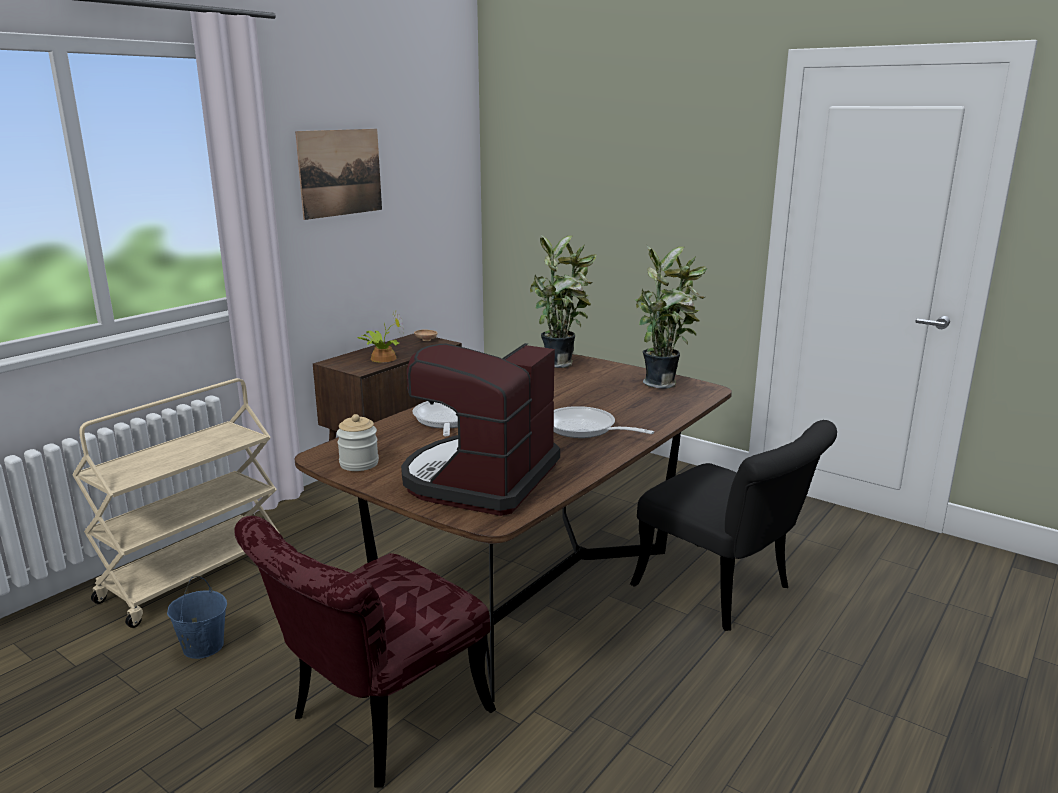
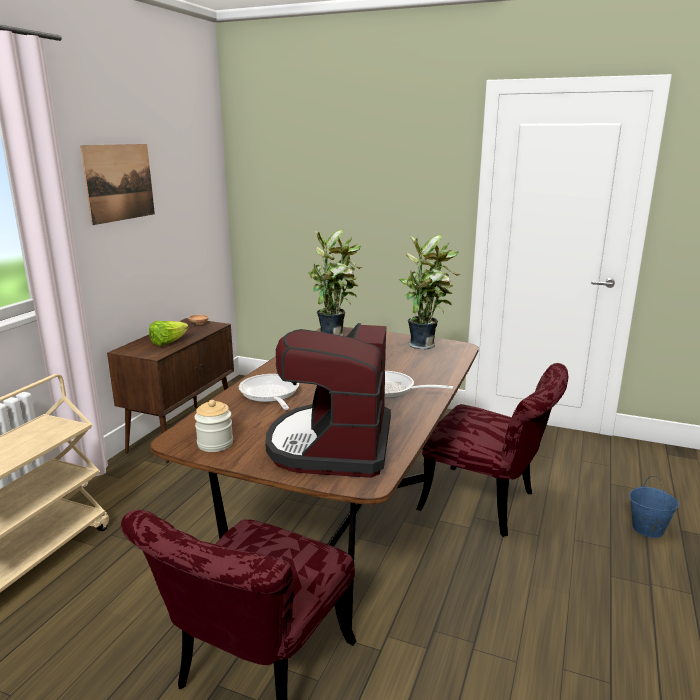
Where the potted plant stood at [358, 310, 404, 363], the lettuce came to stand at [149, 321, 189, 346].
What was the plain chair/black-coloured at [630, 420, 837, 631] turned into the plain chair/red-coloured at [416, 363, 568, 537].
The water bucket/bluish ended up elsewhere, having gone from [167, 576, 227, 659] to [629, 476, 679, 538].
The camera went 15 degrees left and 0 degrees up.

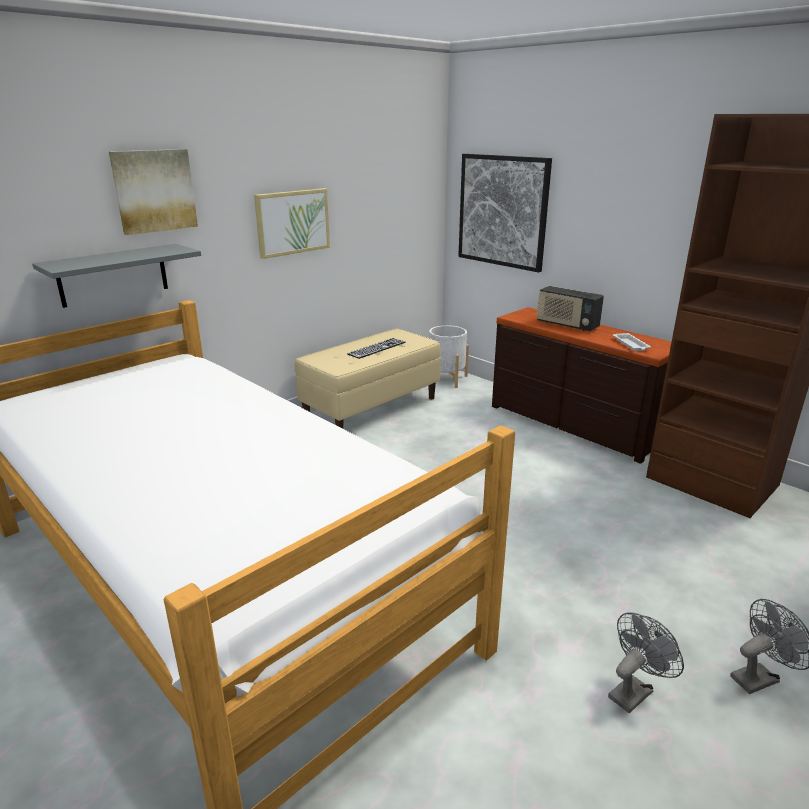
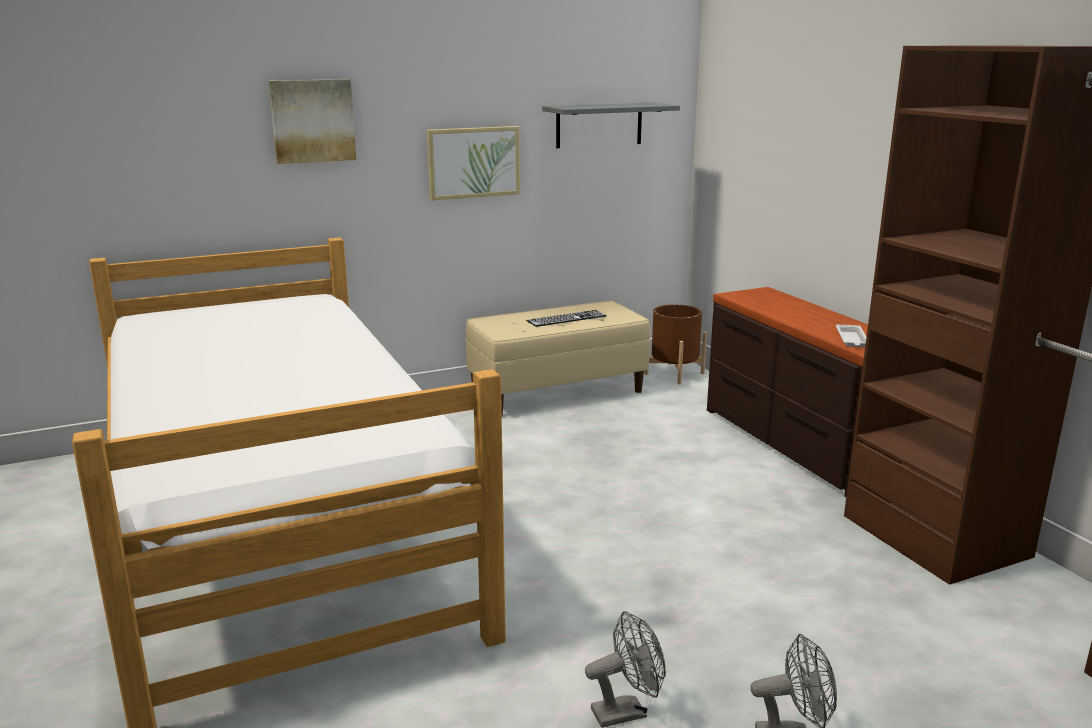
The wall shelf/gray ended up elsewhere, having gone from [32, 244, 201, 308] to [542, 103, 680, 148].
What was the planter/white-coloured at [429, 325, 469, 388] turned into the planter/brownish at [644, 304, 707, 385].
The second view lost the wall art at [458, 154, 552, 273].
The second view lost the radio at [537, 286, 604, 331].
The camera went 20 degrees right and 5 degrees down.

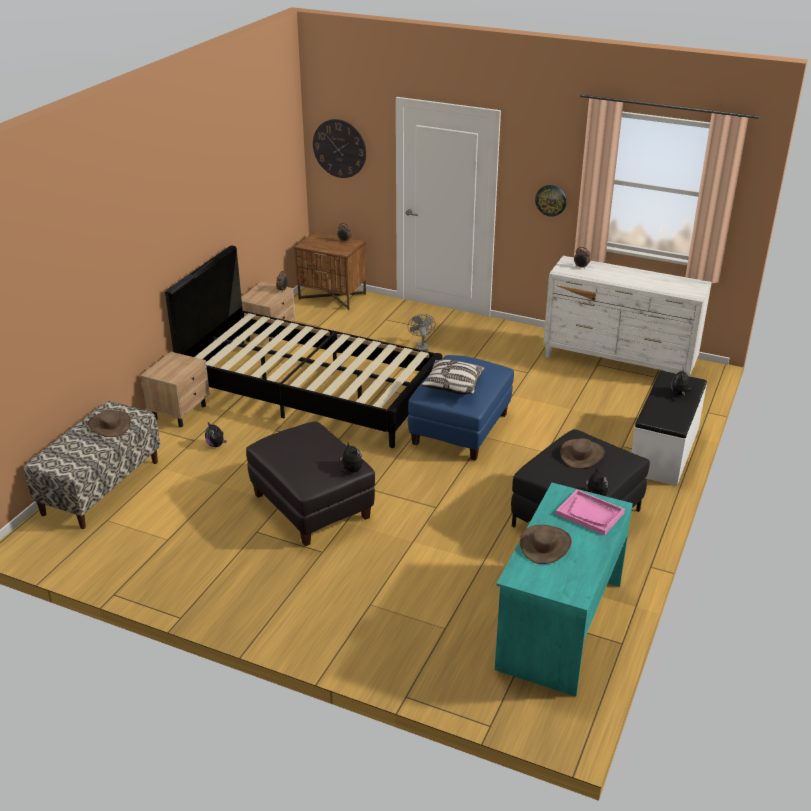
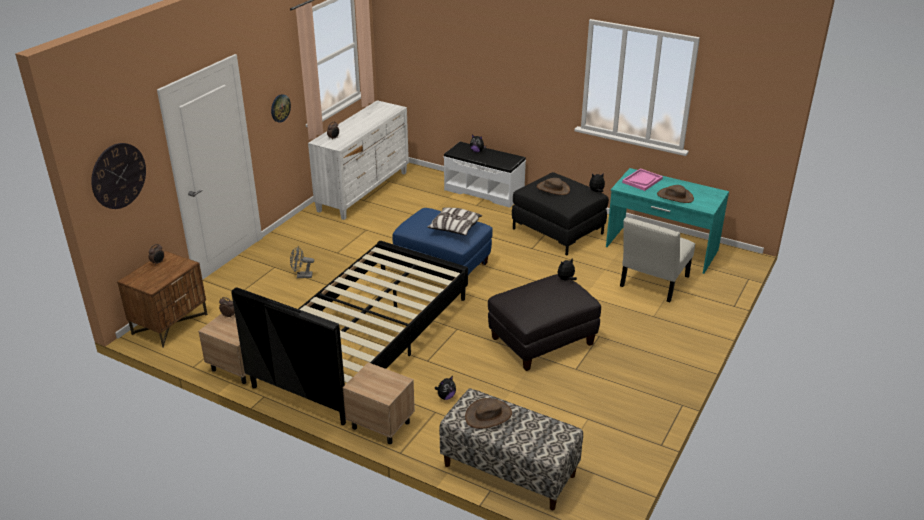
The second view gained the plain chair/white-coloured at [620, 217, 695, 302].
The camera went 85 degrees left and 0 degrees up.

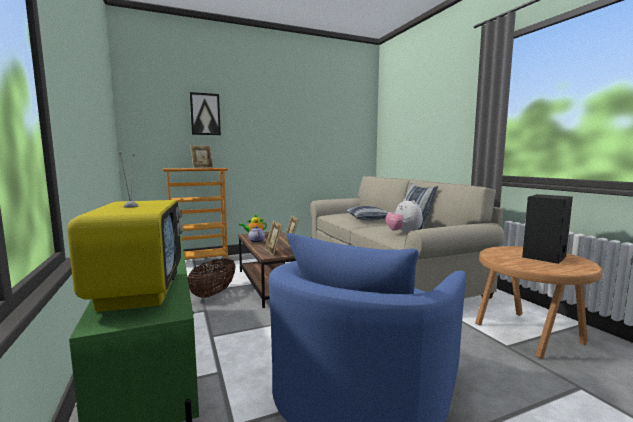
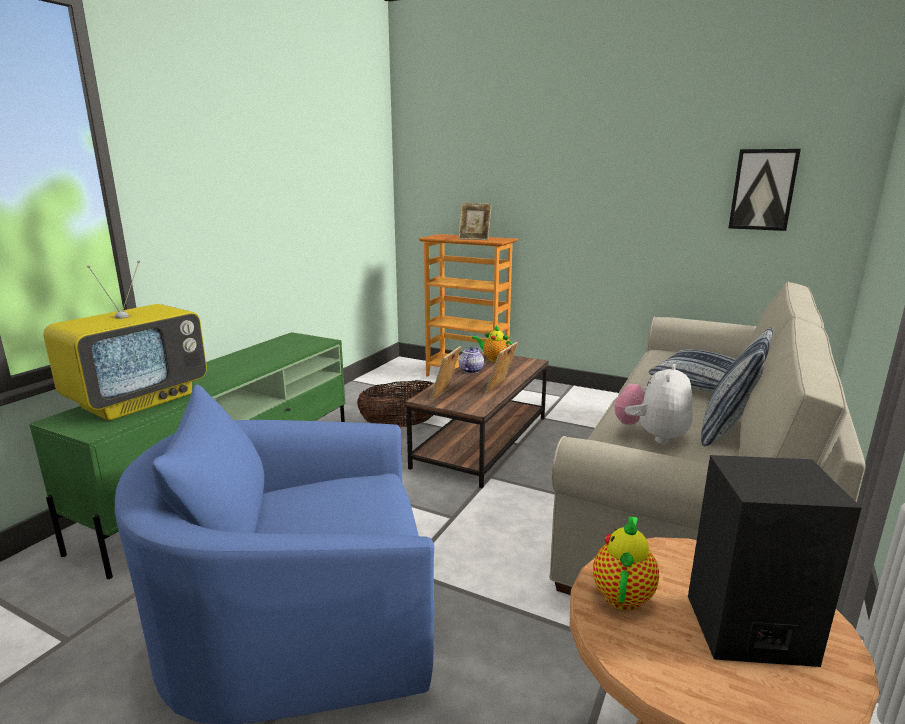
The second view gained the tea pot at [593, 516, 660, 611].
The wall art ended up elsewhere, having gone from [190, 92, 221, 135] to [729, 149, 801, 231].
The camera went 50 degrees right and 10 degrees up.

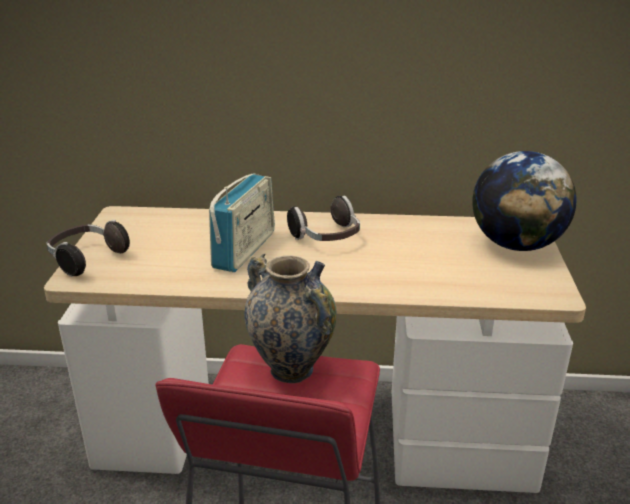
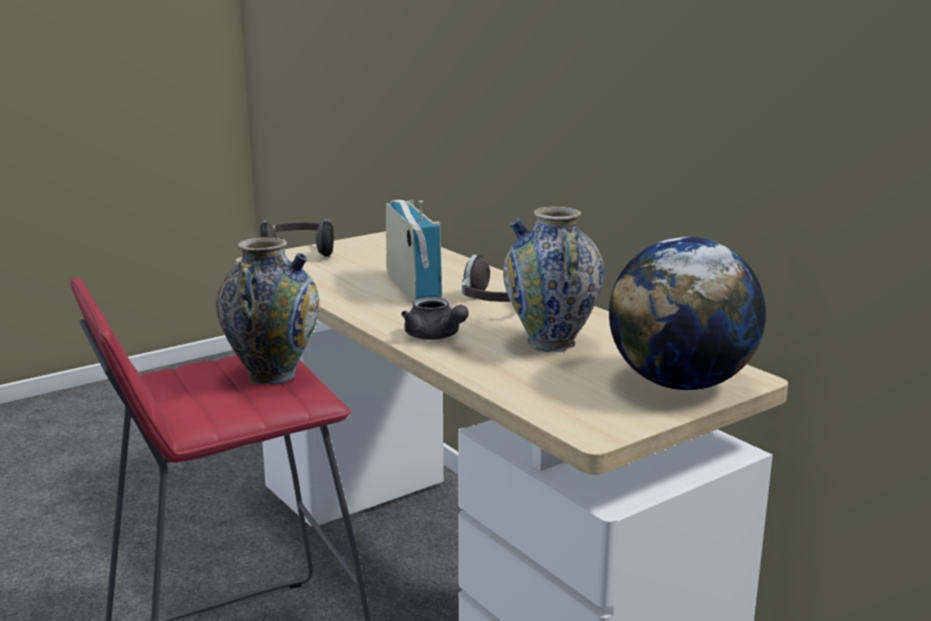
The radio at [209, 174, 275, 272] ended up facing another way, 90 degrees counterclockwise from before.
The second view gained the tea pot/gray at [401, 297, 469, 340].
The second view gained the vase at [503, 206, 604, 352].
The camera went 50 degrees right and 10 degrees down.

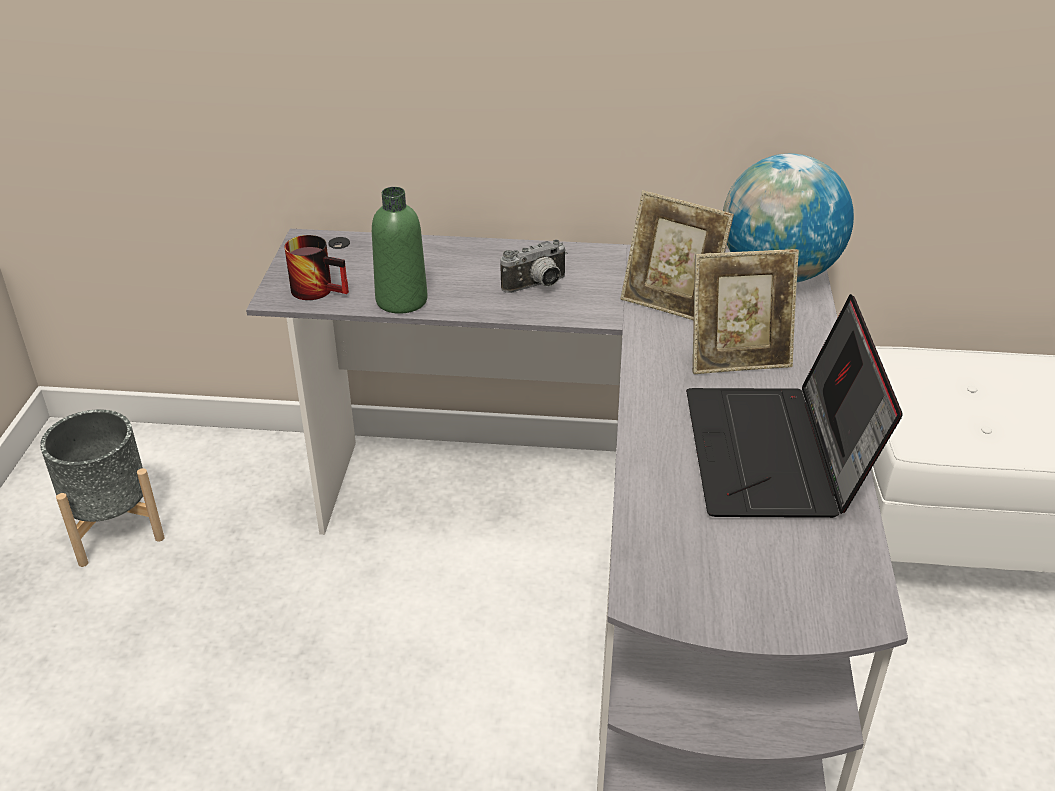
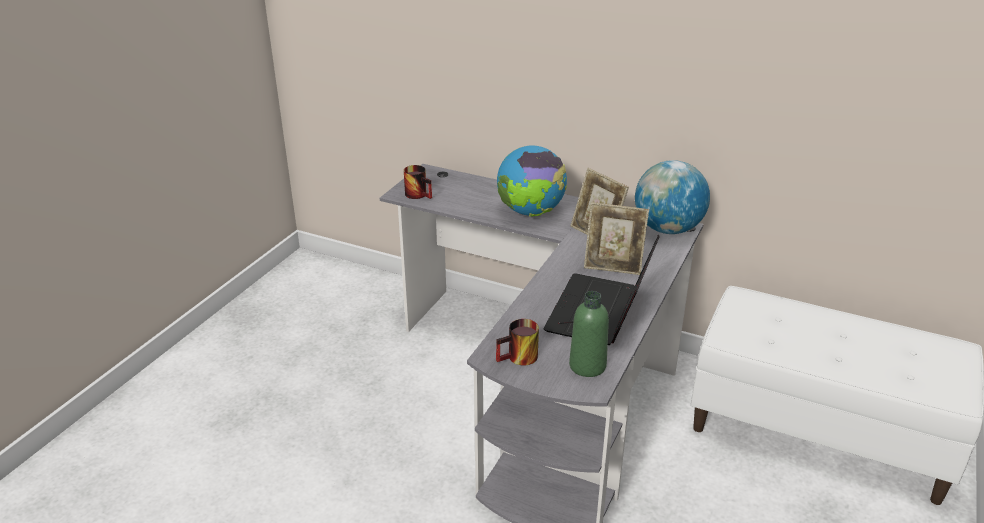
The second view gained the tea mug at [496, 319, 539, 365].
Where the still camera stood at [500, 239, 567, 293], the globe came to stand at [497, 145, 567, 217].
The bottle/green ended up elsewhere, having gone from [372, 187, 428, 314] to [569, 291, 609, 377].
The second view lost the planter/gray at [40, 410, 165, 567].
The camera went 20 degrees right and 5 degrees down.

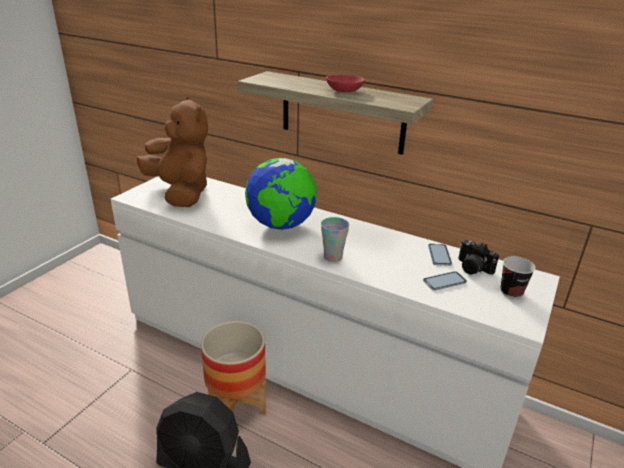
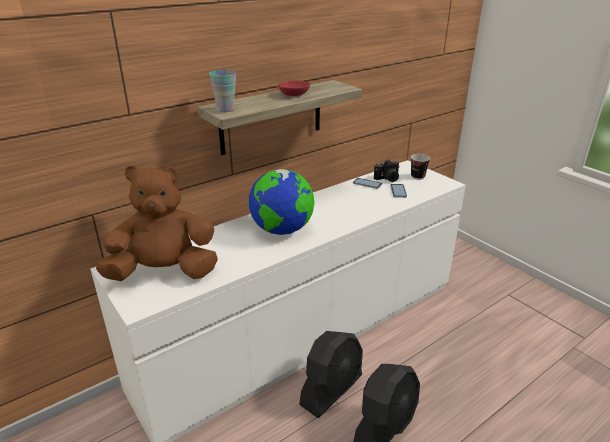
The drinking cup ended up elsewhere, having gone from [321, 217, 349, 262] to [209, 70, 236, 112].
Where the planter stood at [201, 321, 266, 415], the cooling fan/black-coloured came to stand at [299, 331, 363, 418].
The camera went 65 degrees left and 0 degrees up.

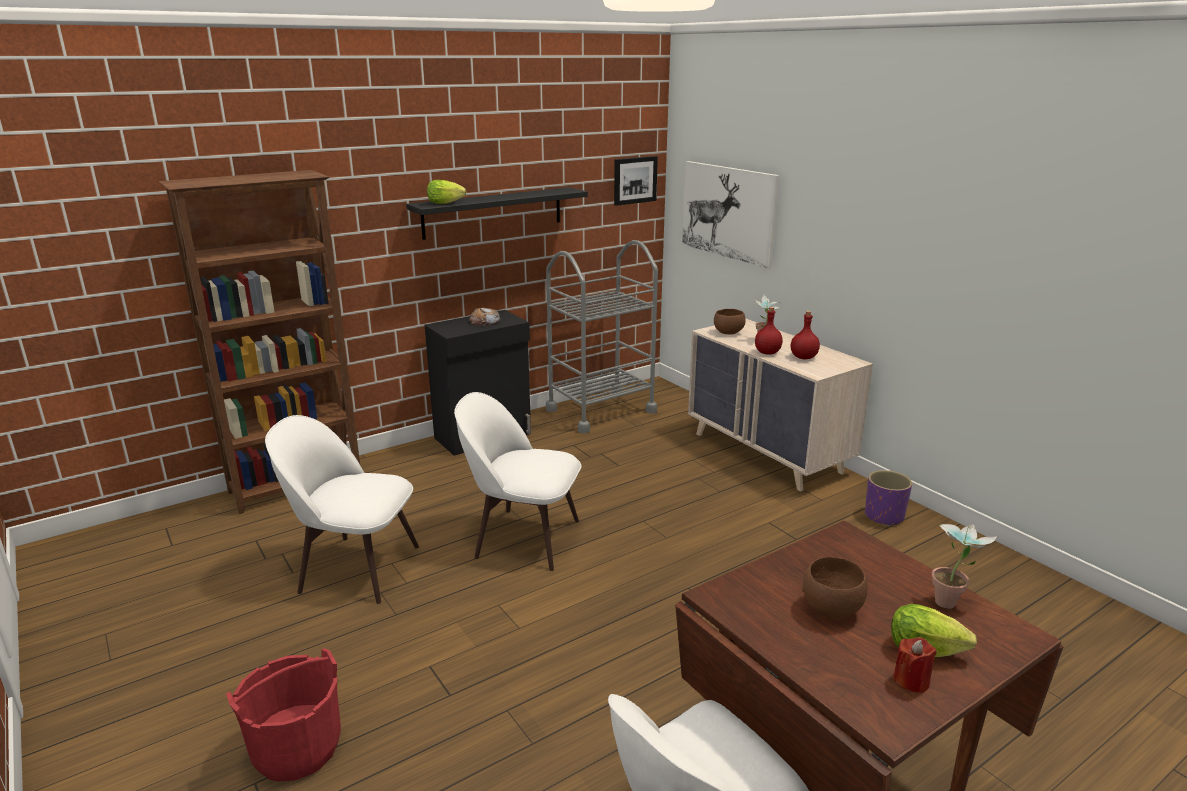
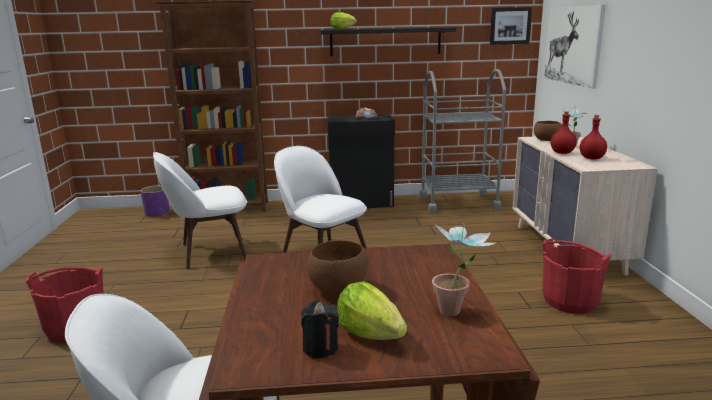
The planter/purple ended up elsewhere, having gone from [865, 470, 912, 527] to [140, 185, 169, 217].
The plain chair/white-coloured at [265, 415, 419, 604] ended up facing another way, 60 degrees counterclockwise from before.
What was the candle/red-coloured at [893, 637, 937, 693] turned into the candle/black-coloured at [301, 301, 339, 358].
The second view gained the water bucket/red-coloured at [542, 238, 611, 314].
The camera went 30 degrees right and 5 degrees down.

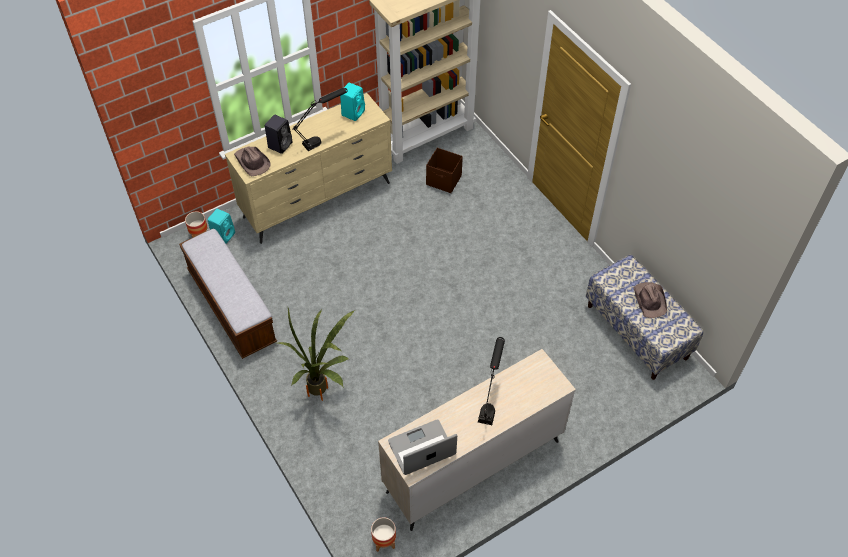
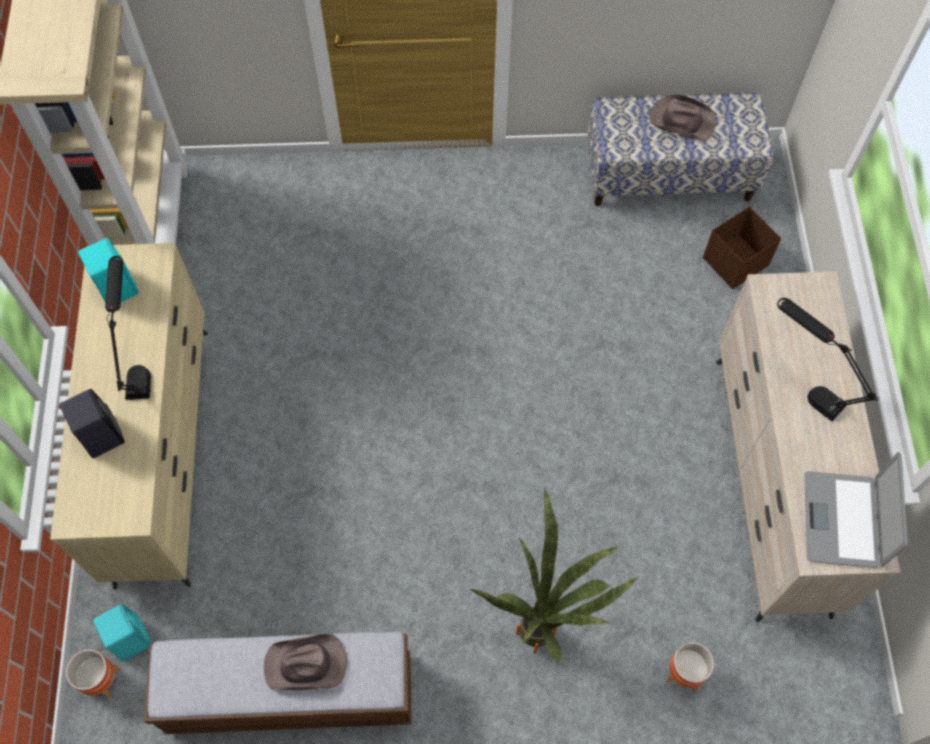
The hat/brownish ended up elsewhere, having gone from [234, 146, 271, 176] to [264, 634, 347, 690].
The planter ended up elsewhere, having gone from [371, 517, 396, 552] to [666, 642, 714, 692].
The storage container/brownish ended up elsewhere, having gone from [426, 148, 463, 193] to [703, 206, 781, 289].
The camera went 60 degrees left and 10 degrees up.

